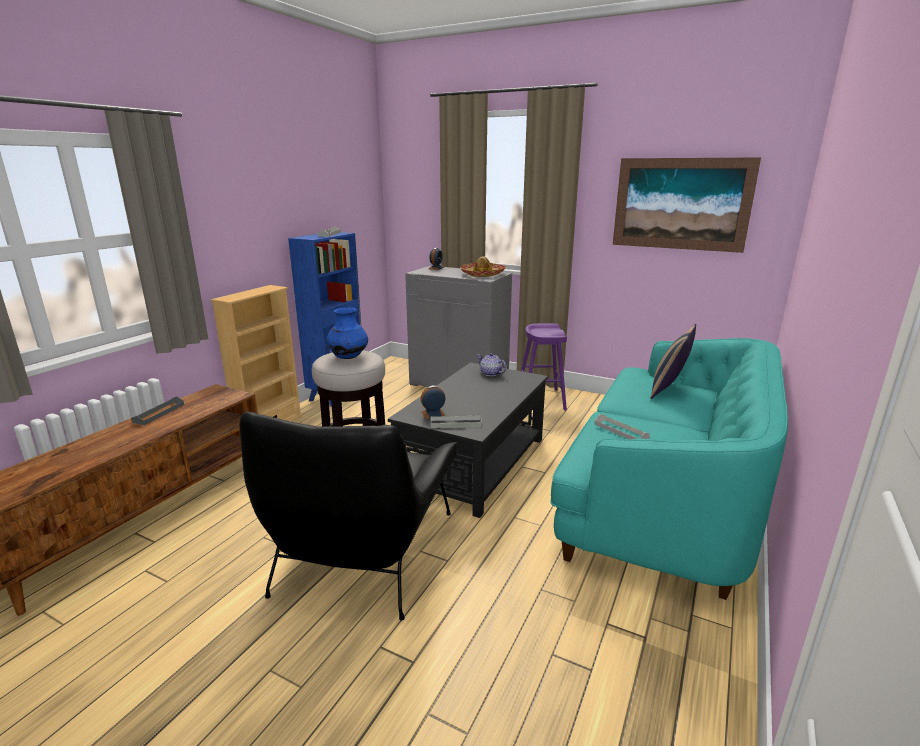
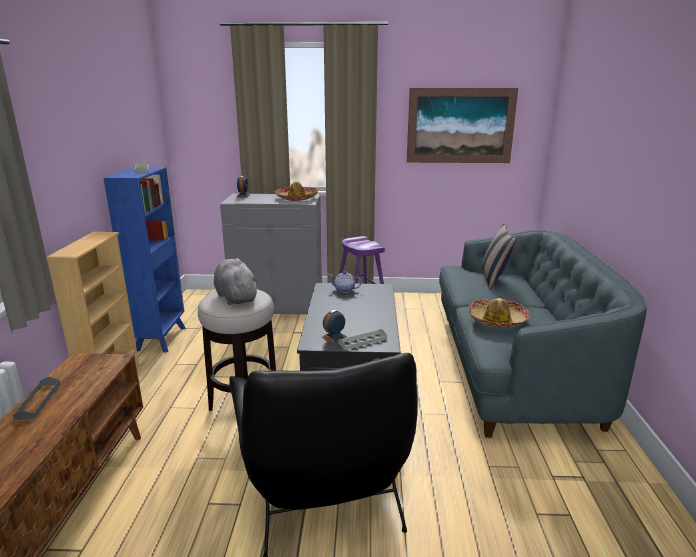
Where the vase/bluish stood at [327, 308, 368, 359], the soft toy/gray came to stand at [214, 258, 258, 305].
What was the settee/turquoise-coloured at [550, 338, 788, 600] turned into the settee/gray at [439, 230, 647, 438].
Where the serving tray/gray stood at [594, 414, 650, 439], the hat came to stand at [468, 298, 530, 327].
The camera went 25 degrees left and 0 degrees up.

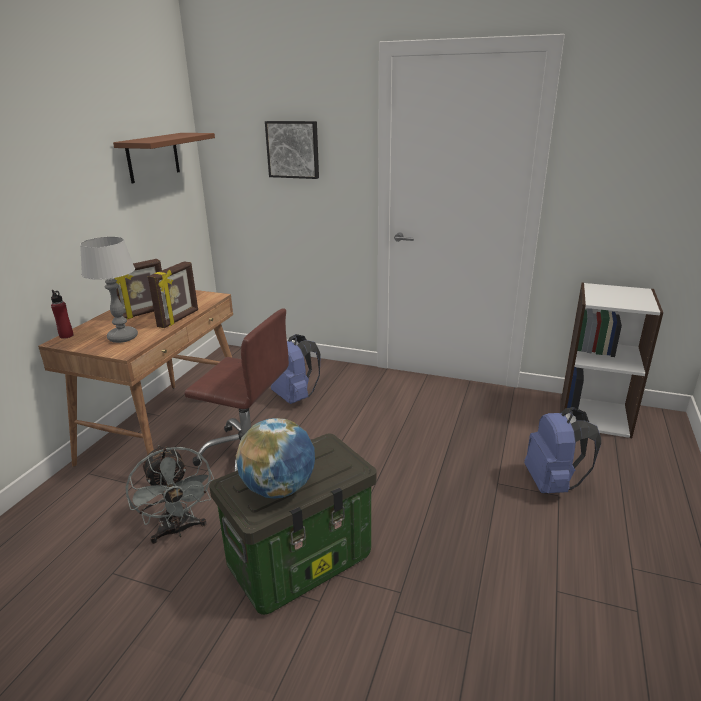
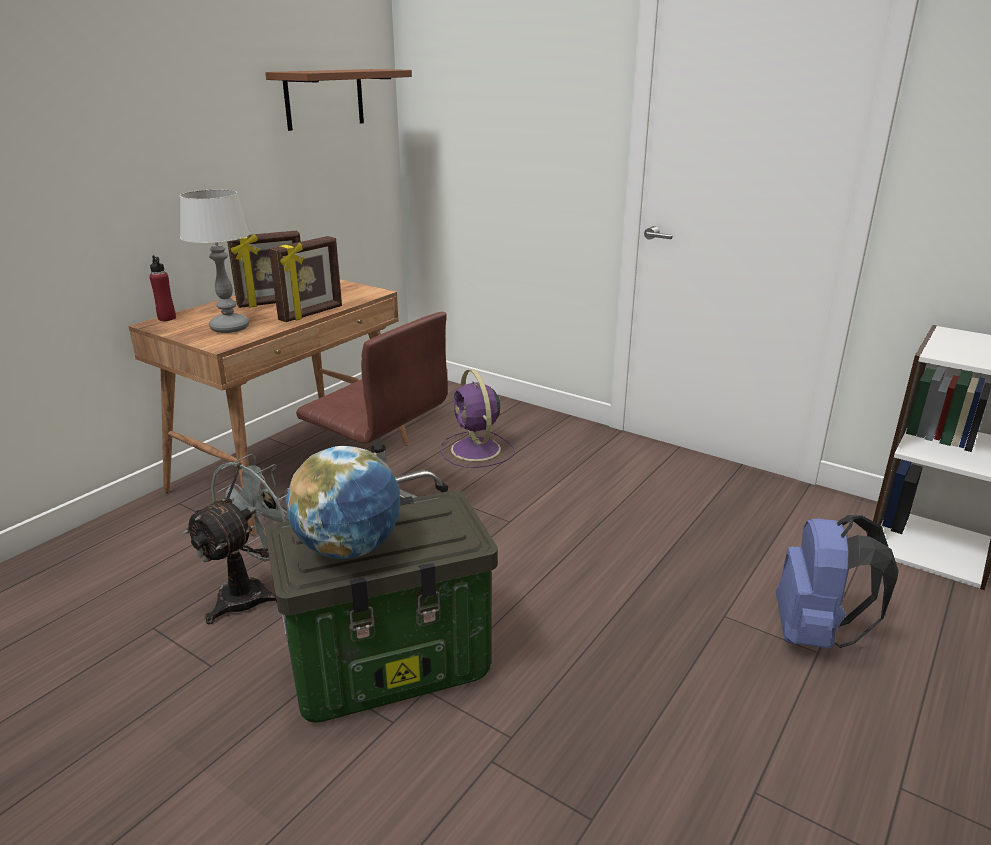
The cooling fan/gray at [125, 445, 214, 544] ended up facing another way, 135 degrees counterclockwise from before.
Where the backpack/bluish stood at [271, 334, 321, 404], the cooling fan/purple came to stand at [441, 369, 515, 468].
The second view lost the wall art at [265, 121, 319, 179].
The camera went 15 degrees right and 0 degrees up.

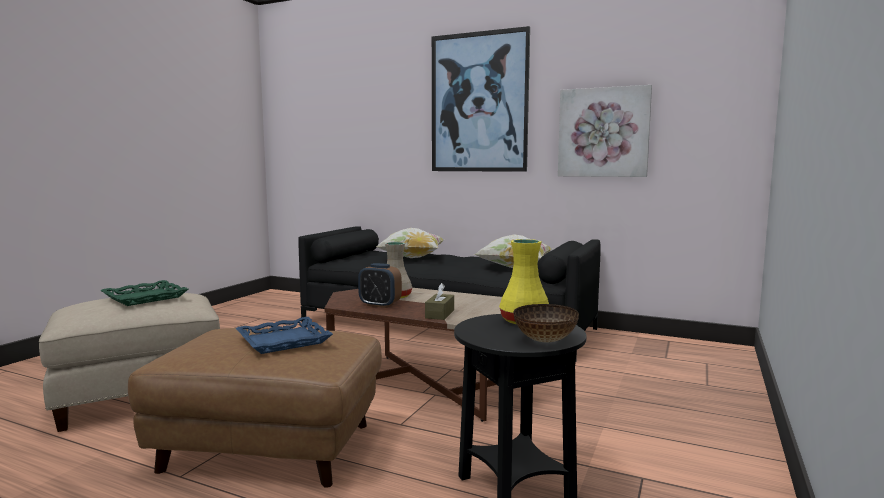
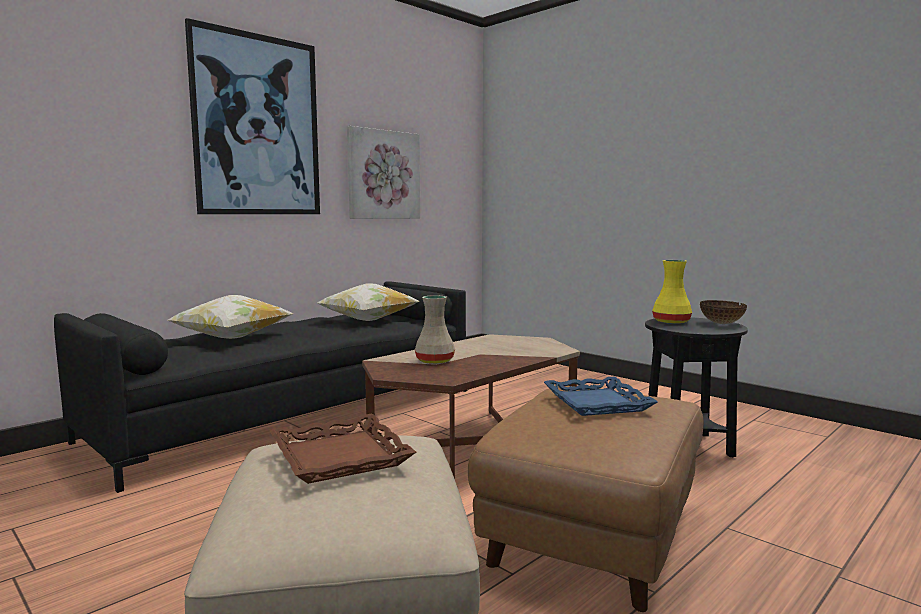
What was the serving tray/green at [100, 280, 188, 306] turned into the serving tray/brownish at [270, 414, 416, 484].
The second view lost the alarm clock at [358, 263, 402, 308].
The second view lost the tissue box/brownish at [425, 283, 454, 320].
The camera went 70 degrees left and 0 degrees up.

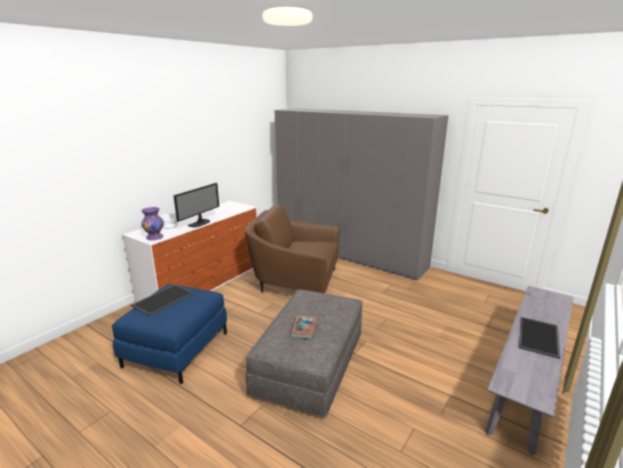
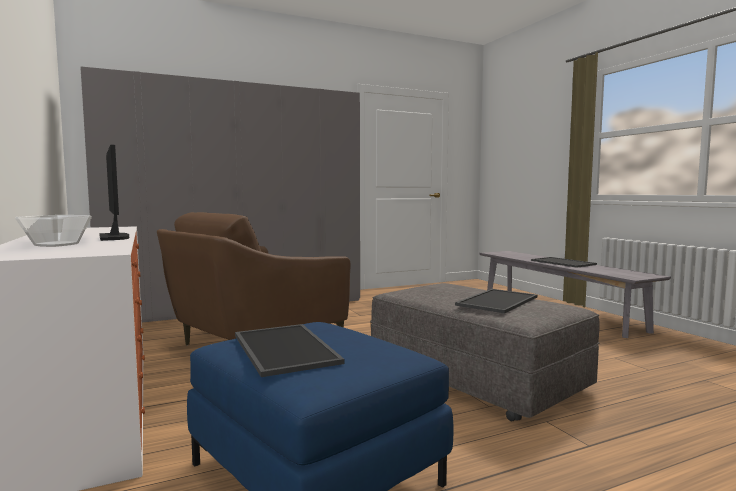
Where the book stood at [290, 316, 318, 339], the serving tray came to stand at [455, 289, 537, 313].
The second view lost the vase/purple at [141, 207, 164, 240].
The camera went 60 degrees left and 15 degrees down.

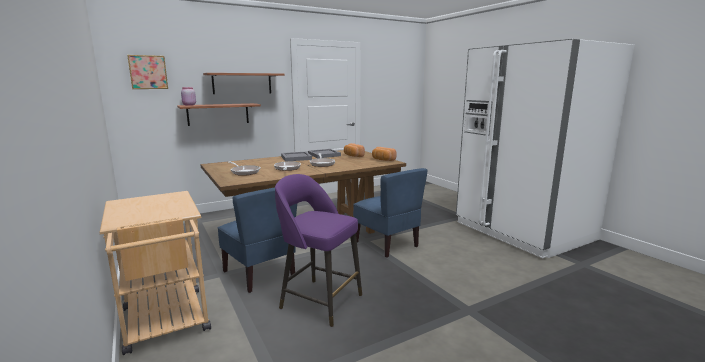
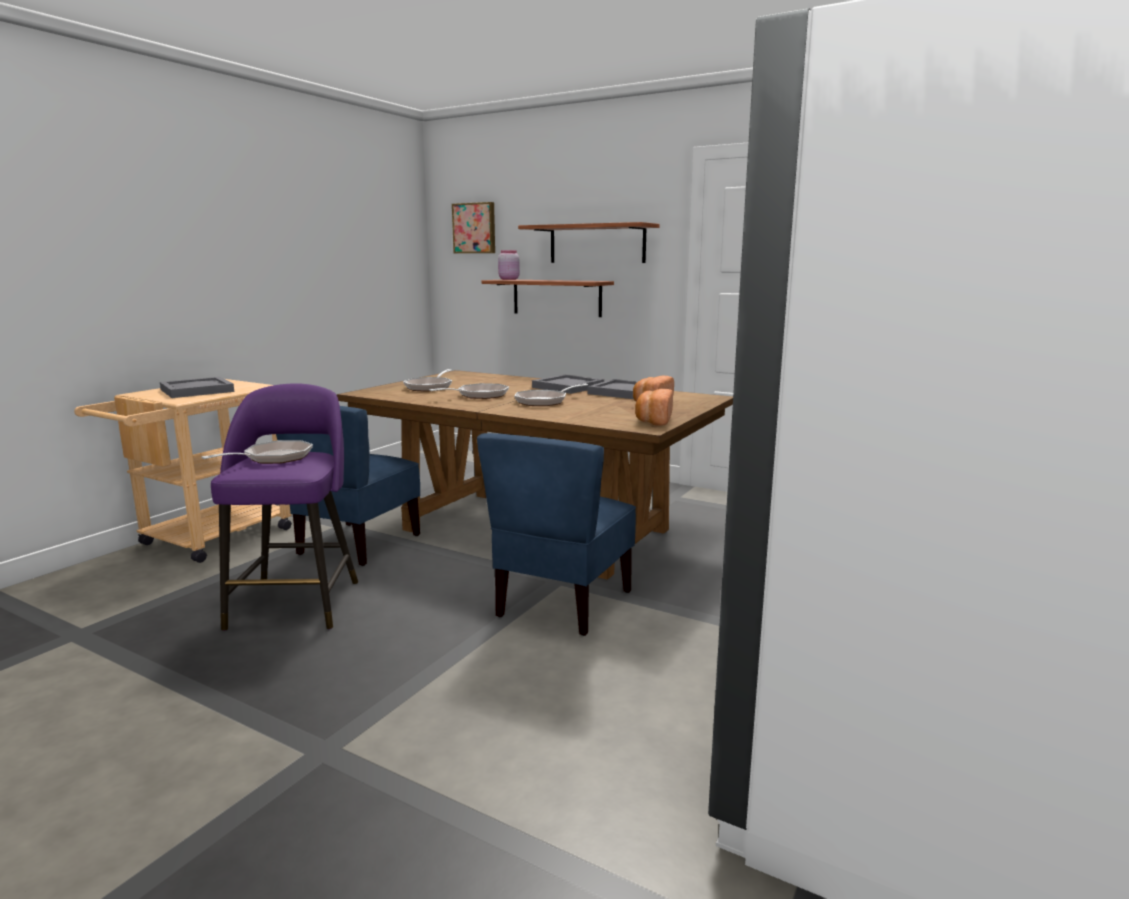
The second view gained the serving tray/gray at [160, 377, 234, 398].
The second view gained the skillet at [201, 440, 313, 464].
The camera went 60 degrees right and 0 degrees up.

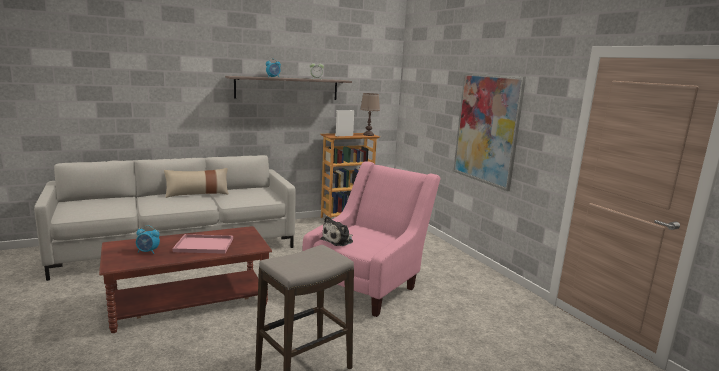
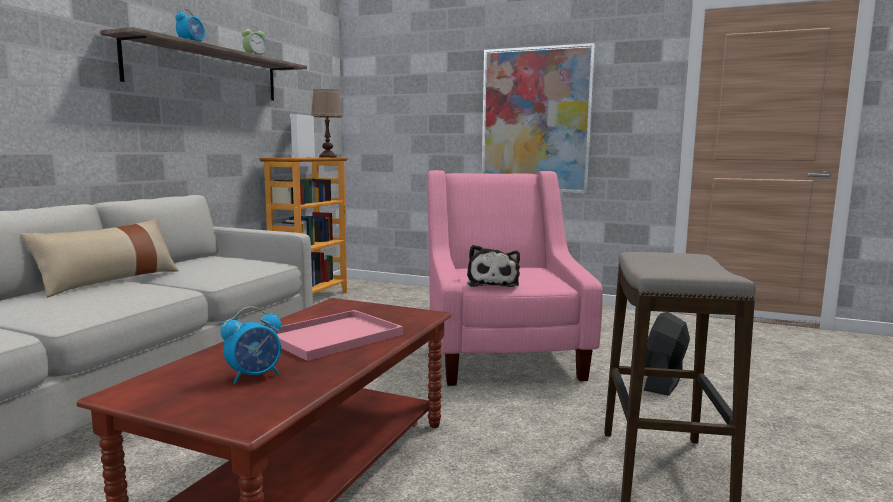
The second view gained the cooling fan/black-coloured at [644, 312, 690, 396].
The camera went 40 degrees left and 5 degrees down.

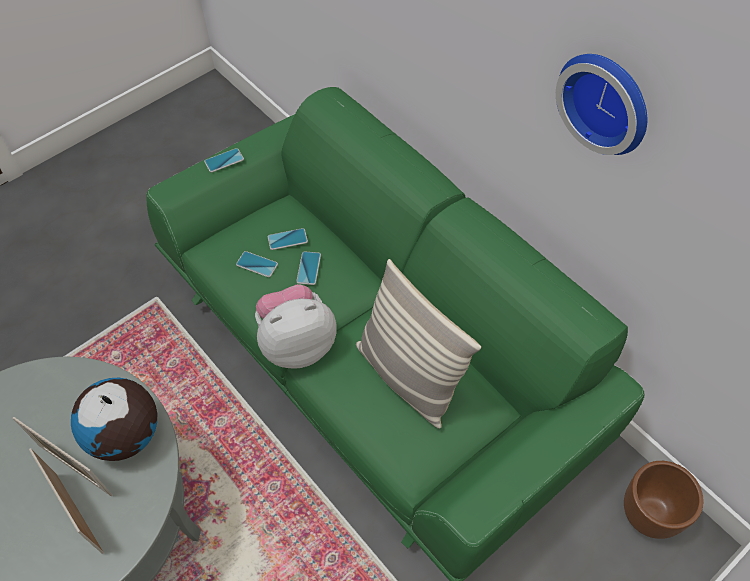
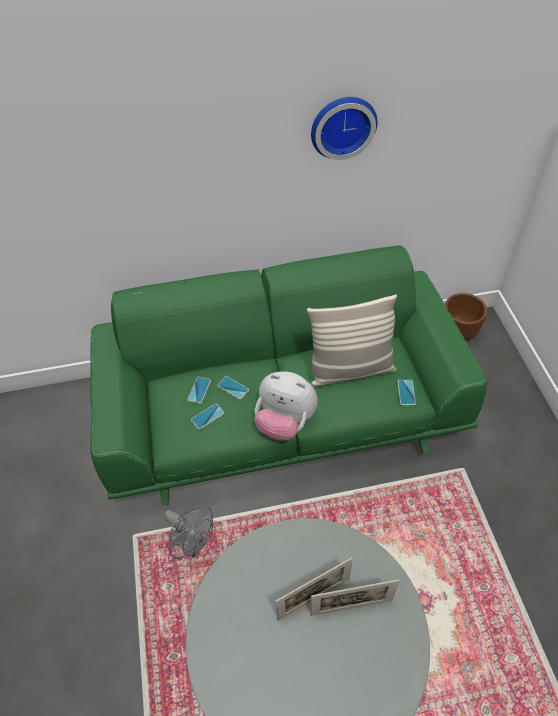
The second view gained the cooling fan/gray at [164, 506, 213, 559].
The soft toy at [255, 284, 337, 369] ended up facing another way, 75 degrees counterclockwise from before.
The telephone ended up elsewhere, having gone from [204, 148, 244, 172] to [398, 380, 416, 405].
The second view lost the globe at [71, 378, 157, 461].
The camera went 60 degrees left and 5 degrees down.

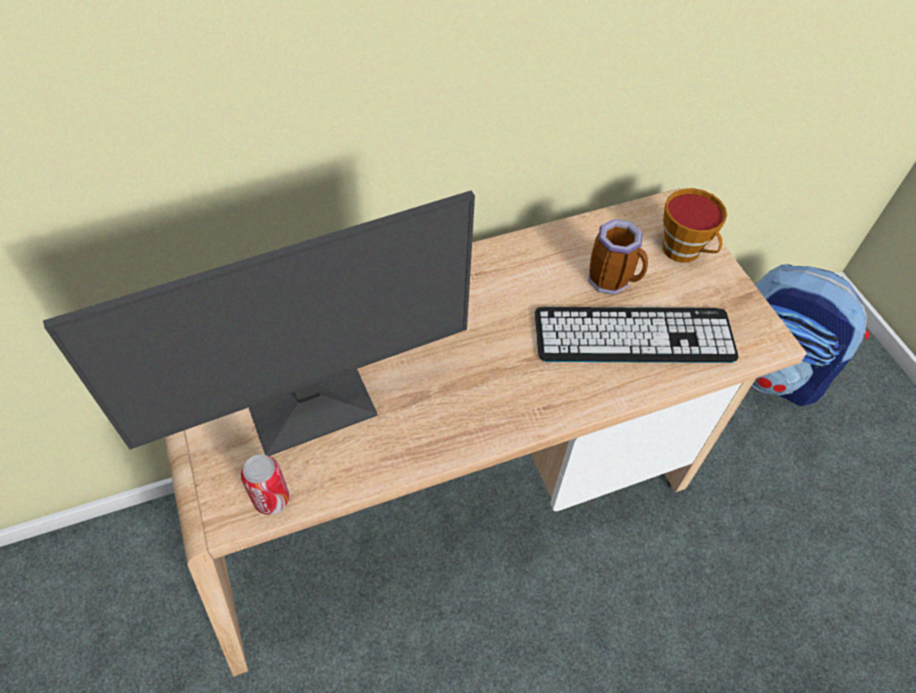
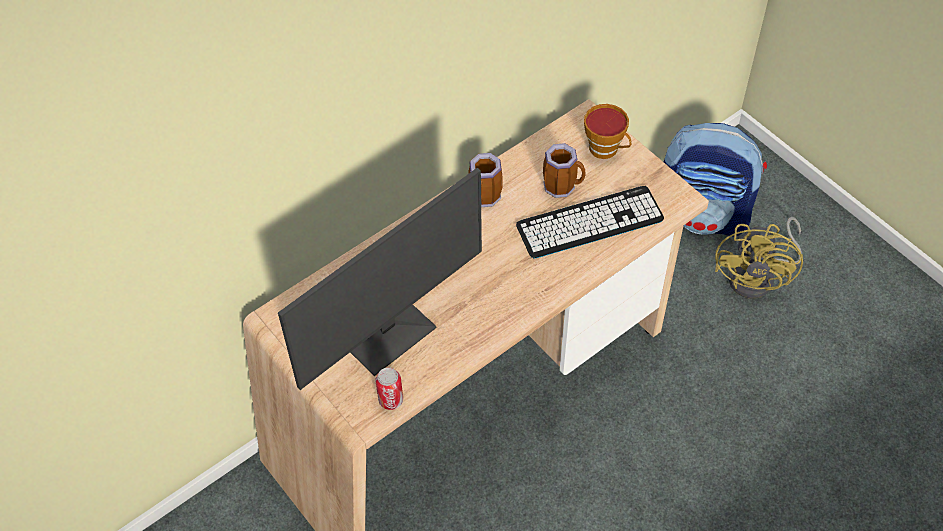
The second view gained the tea mug at [468, 153, 503, 207].
The second view gained the cooling fan/yellow-coloured at [715, 217, 803, 299].
The camera went 15 degrees left and 0 degrees up.

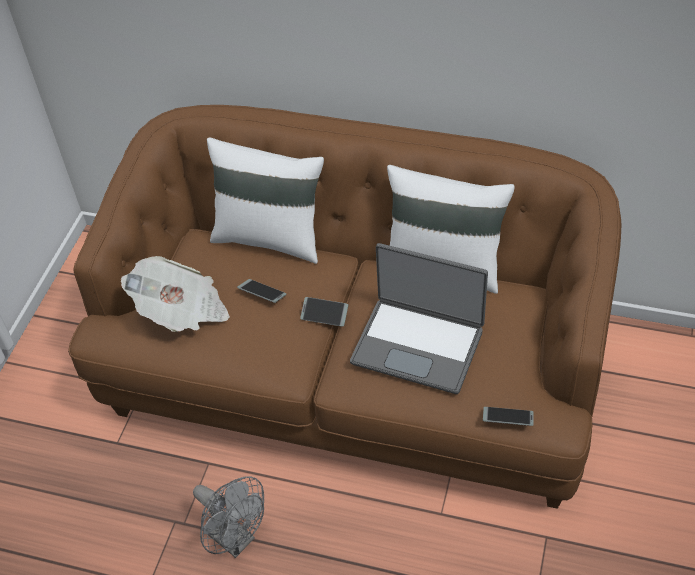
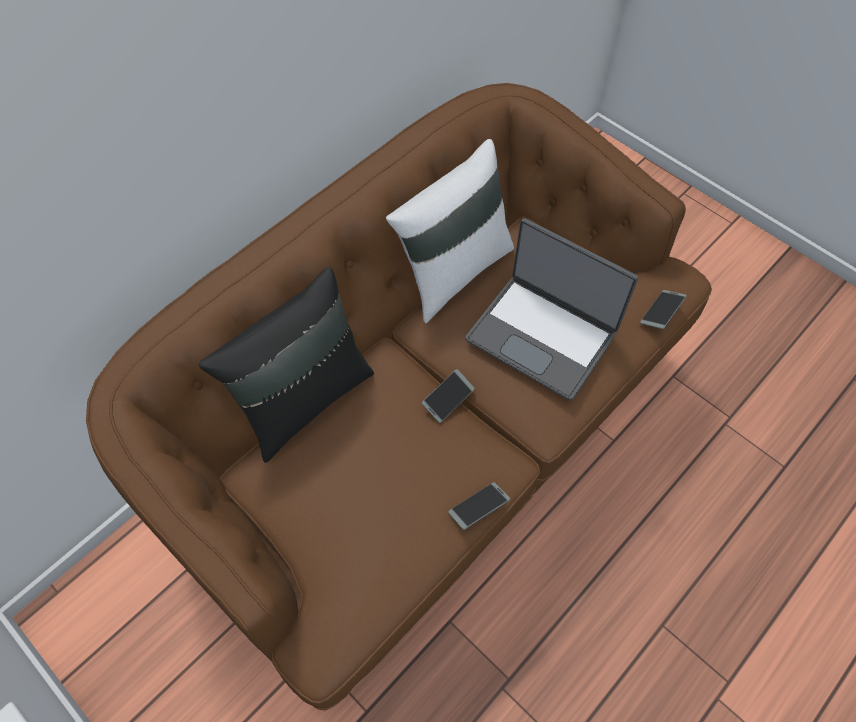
What was the throw pillow/white-coloured at [207, 137, 324, 264] turned into the throw pillow/black-coloured at [198, 267, 374, 463].
The telephone ended up elsewhere, having gone from [237, 279, 286, 303] to [448, 483, 510, 530].
The notebook computer at [350, 243, 488, 394] ended up facing another way, 75 degrees clockwise from before.
The second view lost the daily paper at [121, 256, 230, 332].
The second view lost the cooling fan/gray at [193, 477, 264, 558].
The camera went 65 degrees left and 10 degrees up.

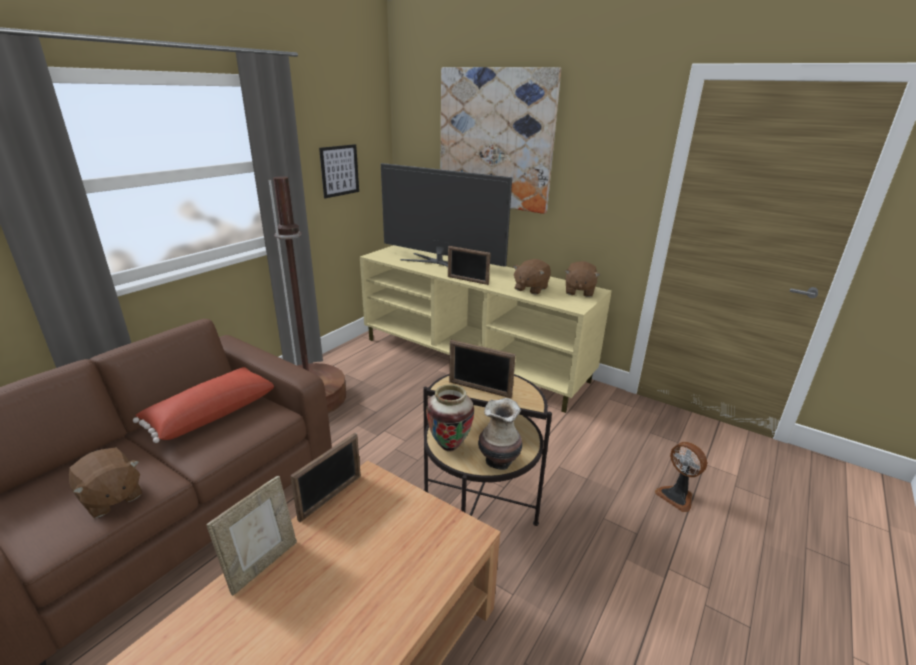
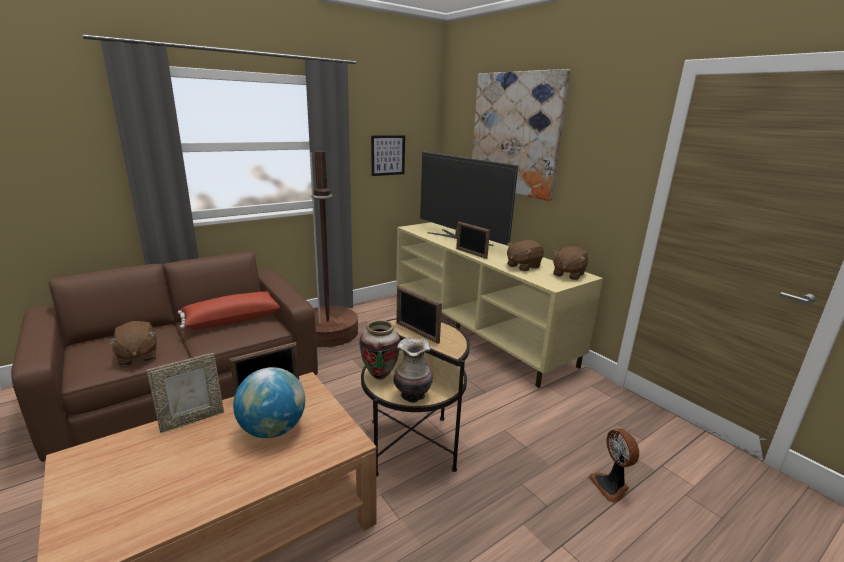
The second view gained the globe at [233, 367, 305, 438].
The camera went 20 degrees right and 5 degrees down.

